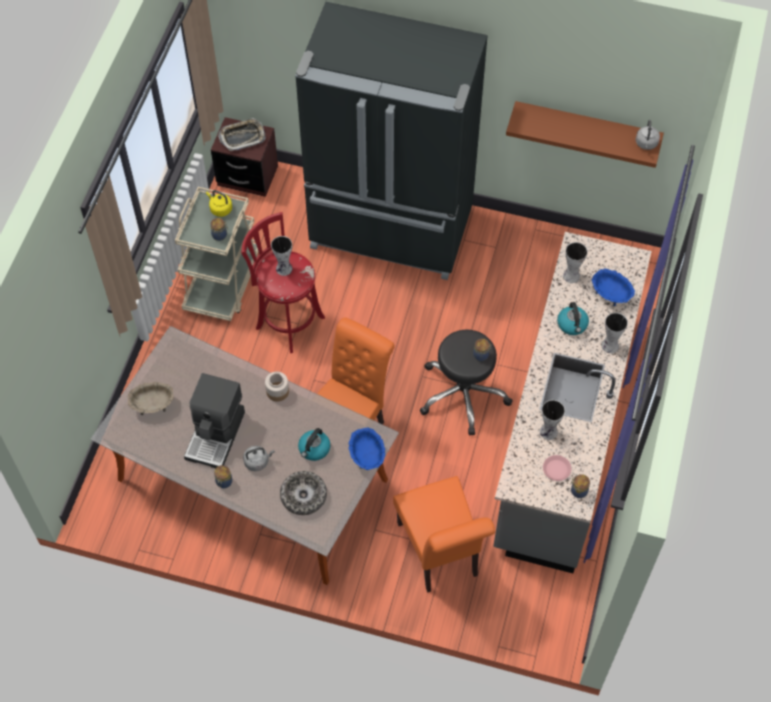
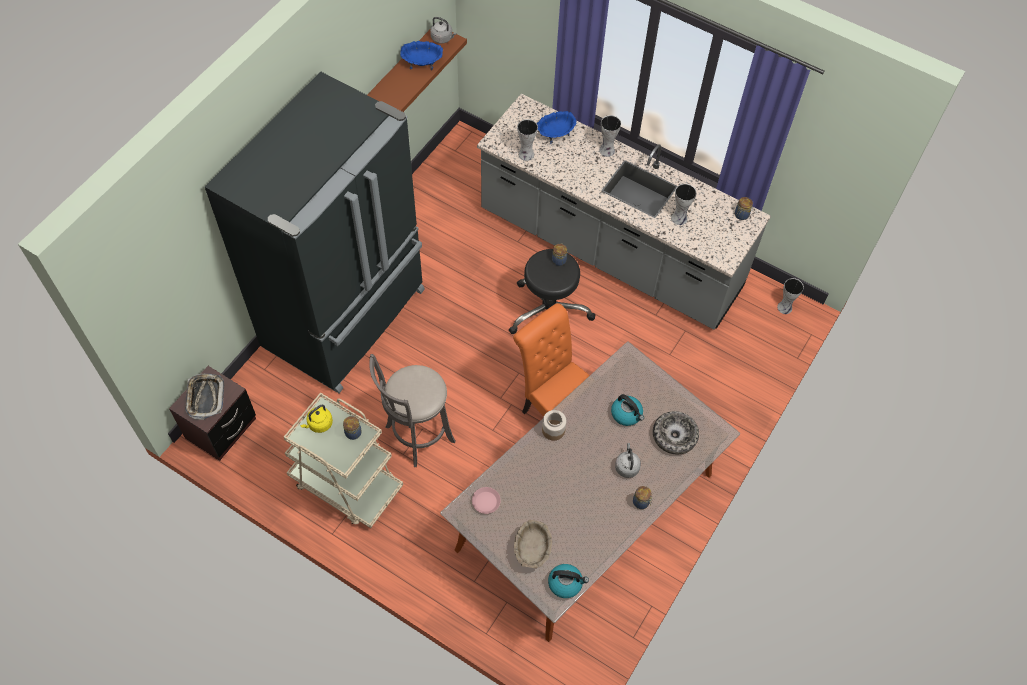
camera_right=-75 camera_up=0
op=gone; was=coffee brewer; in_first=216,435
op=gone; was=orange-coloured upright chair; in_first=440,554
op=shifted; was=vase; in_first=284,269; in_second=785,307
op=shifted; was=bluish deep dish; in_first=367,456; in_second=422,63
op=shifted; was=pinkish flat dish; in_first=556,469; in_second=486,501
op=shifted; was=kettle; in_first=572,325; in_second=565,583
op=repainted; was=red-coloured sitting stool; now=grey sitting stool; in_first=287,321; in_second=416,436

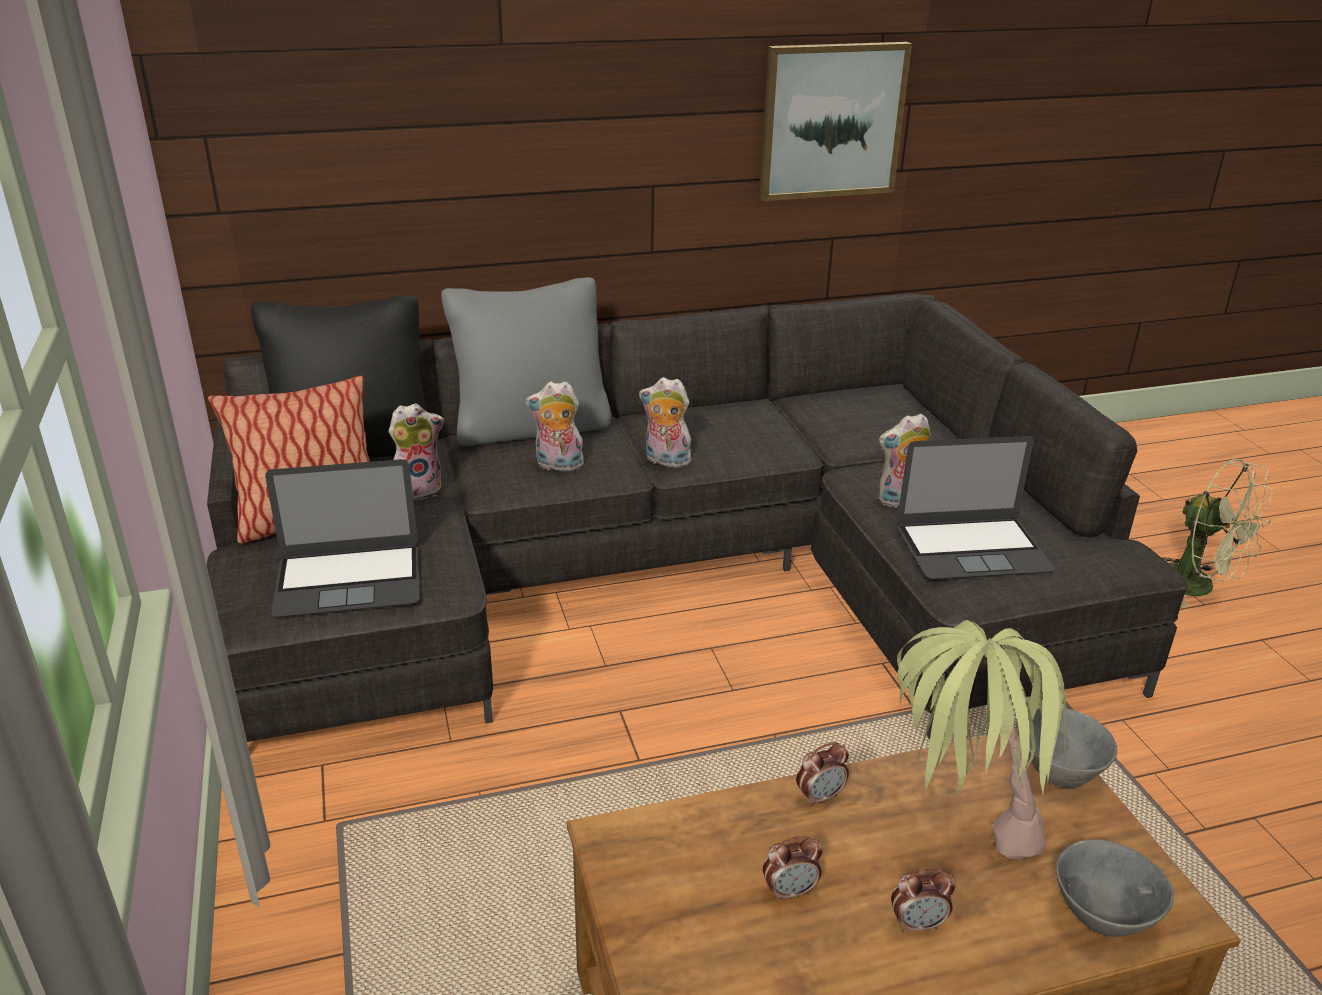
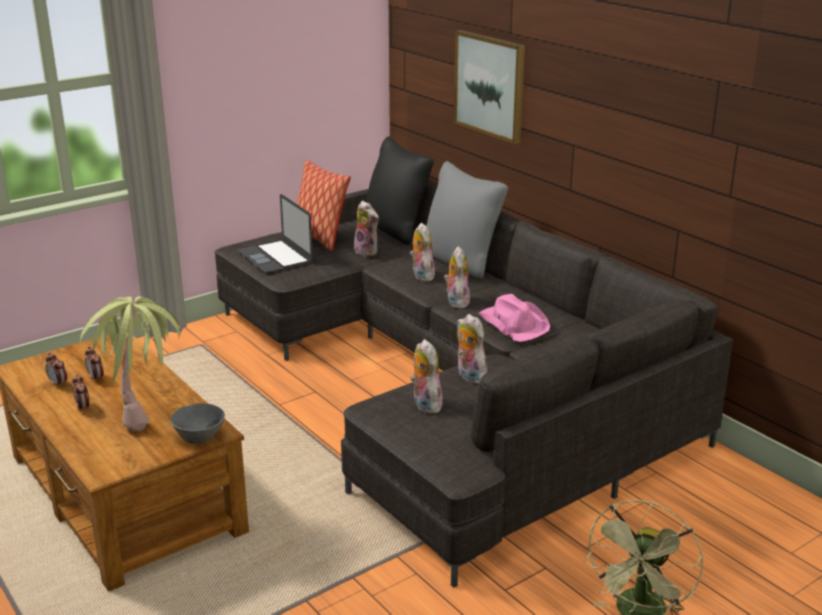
camera_right=70 camera_up=-5
op=gone; was=grey deep dish; in_first=1101,913
op=new; now=pinkish hat; in_second=513,324
op=shifted; was=picture; in_first=831,121; in_second=490,85
op=shifted; was=alarm clock; in_first=820,796; in_second=58,384
op=swapped; was=laptop; now=soft toy; in_first=972,548; in_second=424,404

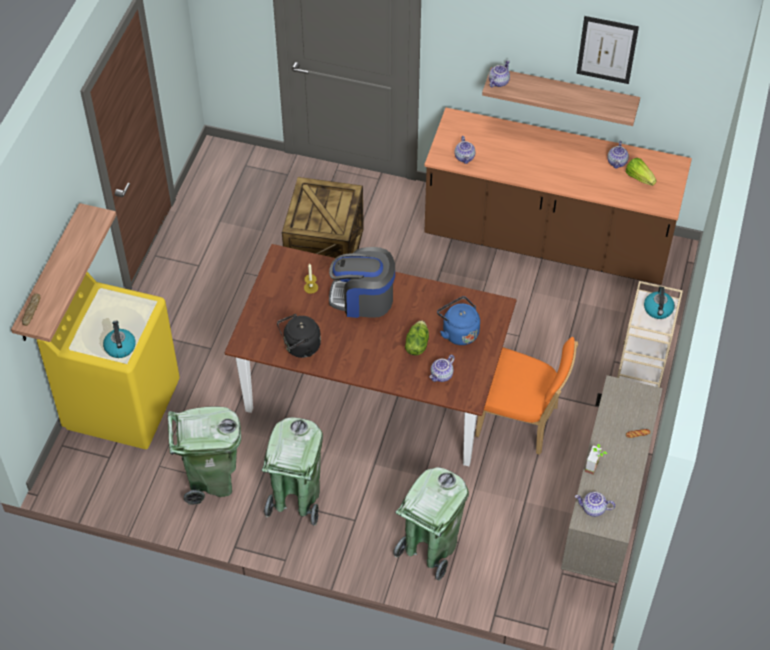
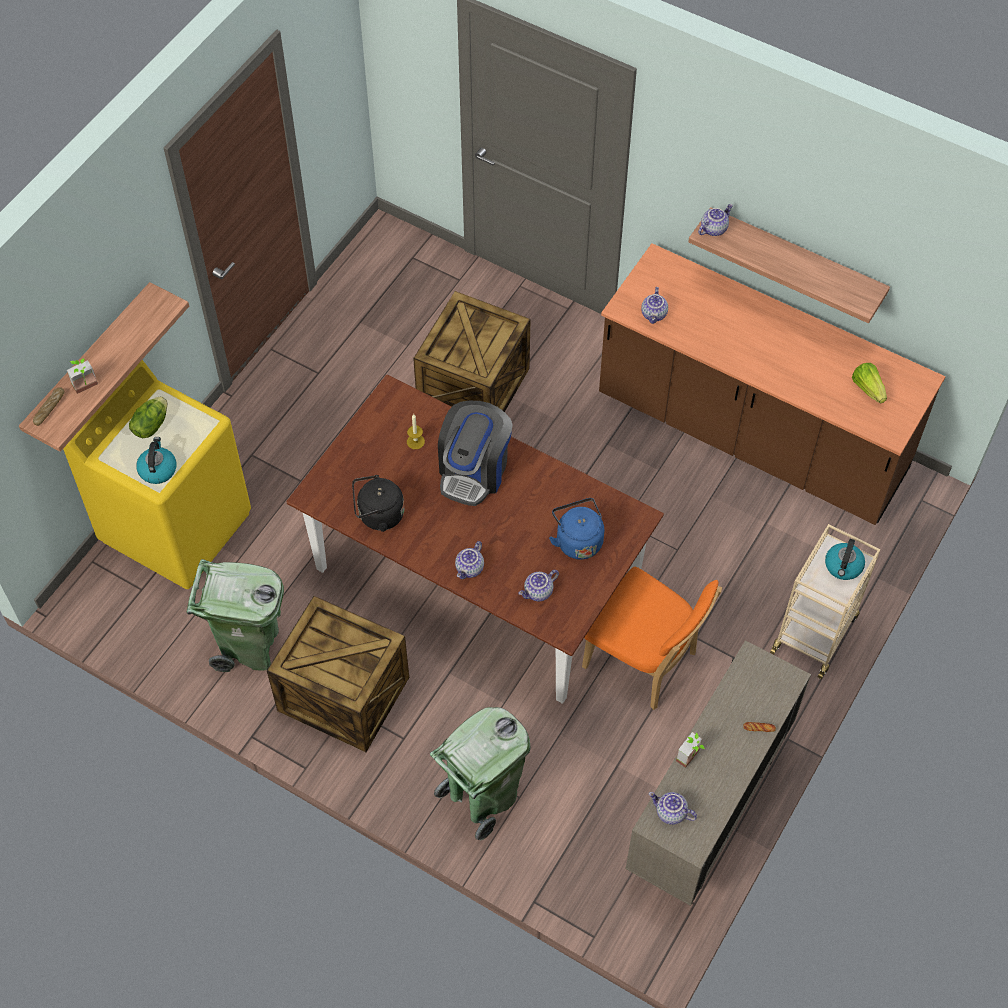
camera_right=15 camera_up=5
op=gone; was=picture; in_first=607,49
op=new; now=potted plant; in_second=87,388
op=shifted; was=lettuce head; in_first=416,345; in_second=151,425
op=shifted; was=tea pot; in_first=617,162; in_second=470,569
op=swapped; was=green trash can; now=packing crate; in_first=296,499; in_second=342,695
op=rotated; was=coffee brewer; in_first=363,299; in_second=474,470; clockwise=-90

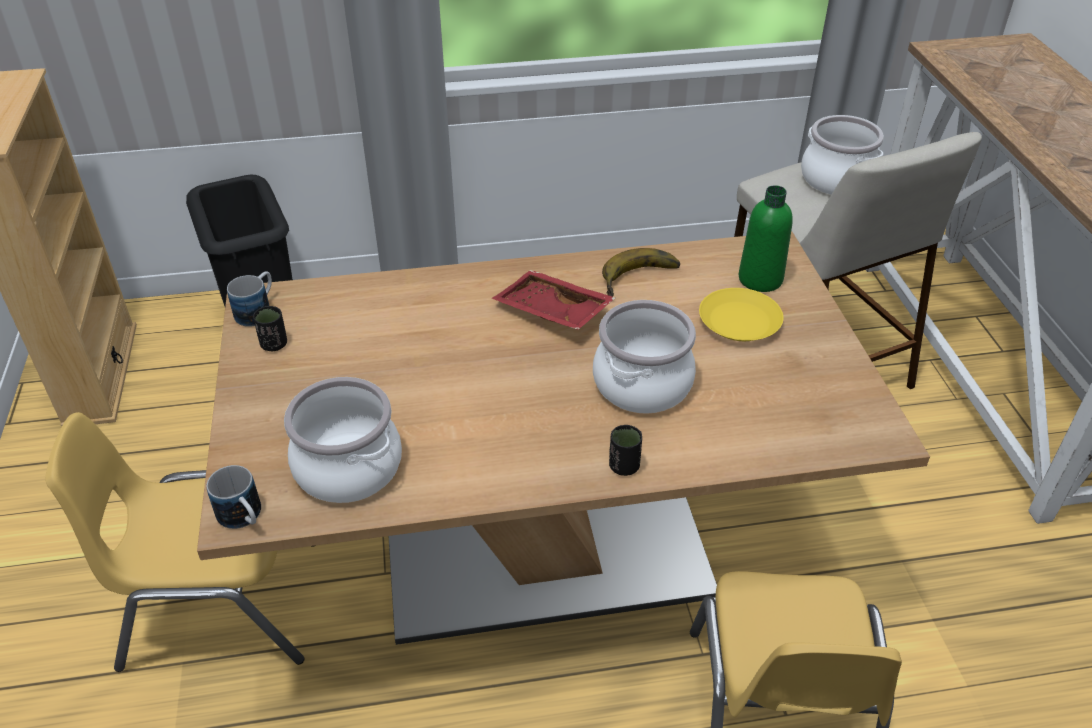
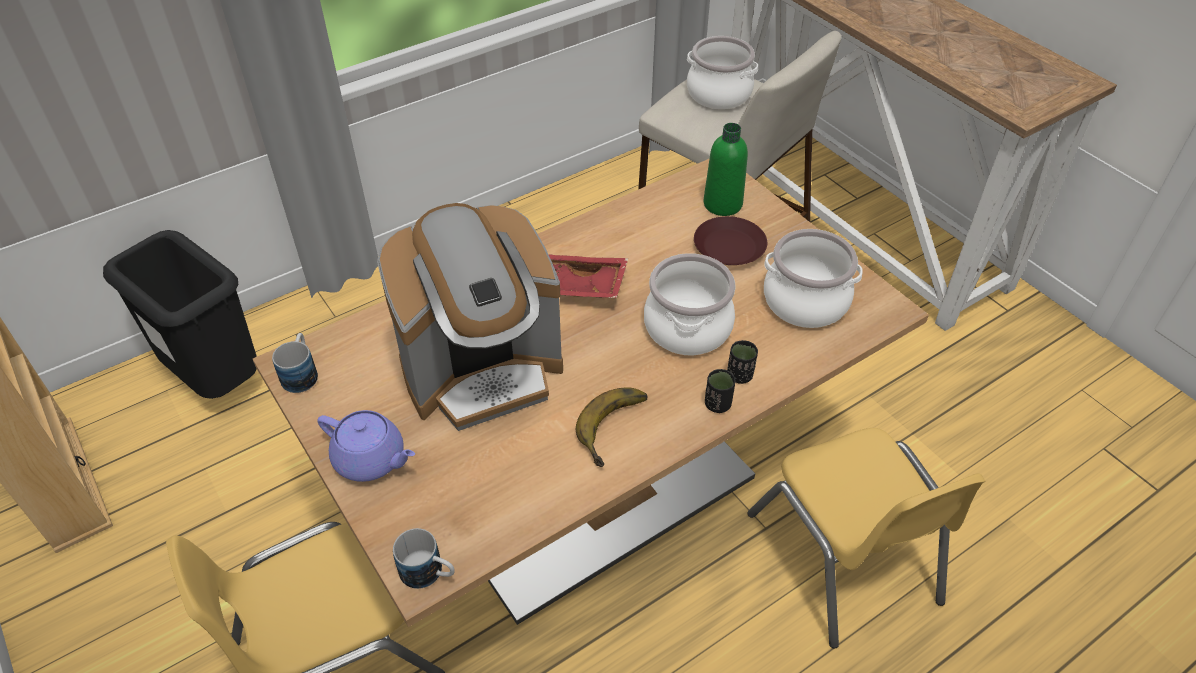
camera_right=-25 camera_up=5
op=new; now=purplish tea pot; in_second=371,459
op=new; now=coffee brewer; in_second=483,372
op=shifted; was=black small cup; in_first=274,344; in_second=740,375
op=shifted; was=cooking pot; in_first=349,467; in_second=805,301
op=shifted; was=banana fruit; in_first=642,280; in_second=618,429
op=repainted; was=yellow flat dish; now=brownish flat dish; in_first=739,322; in_second=729,248

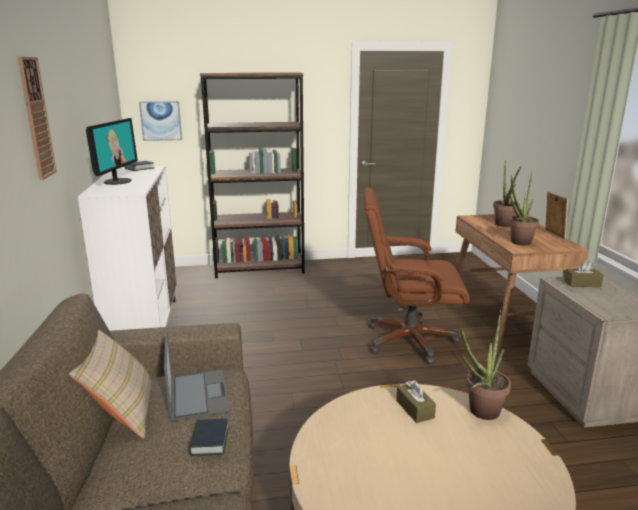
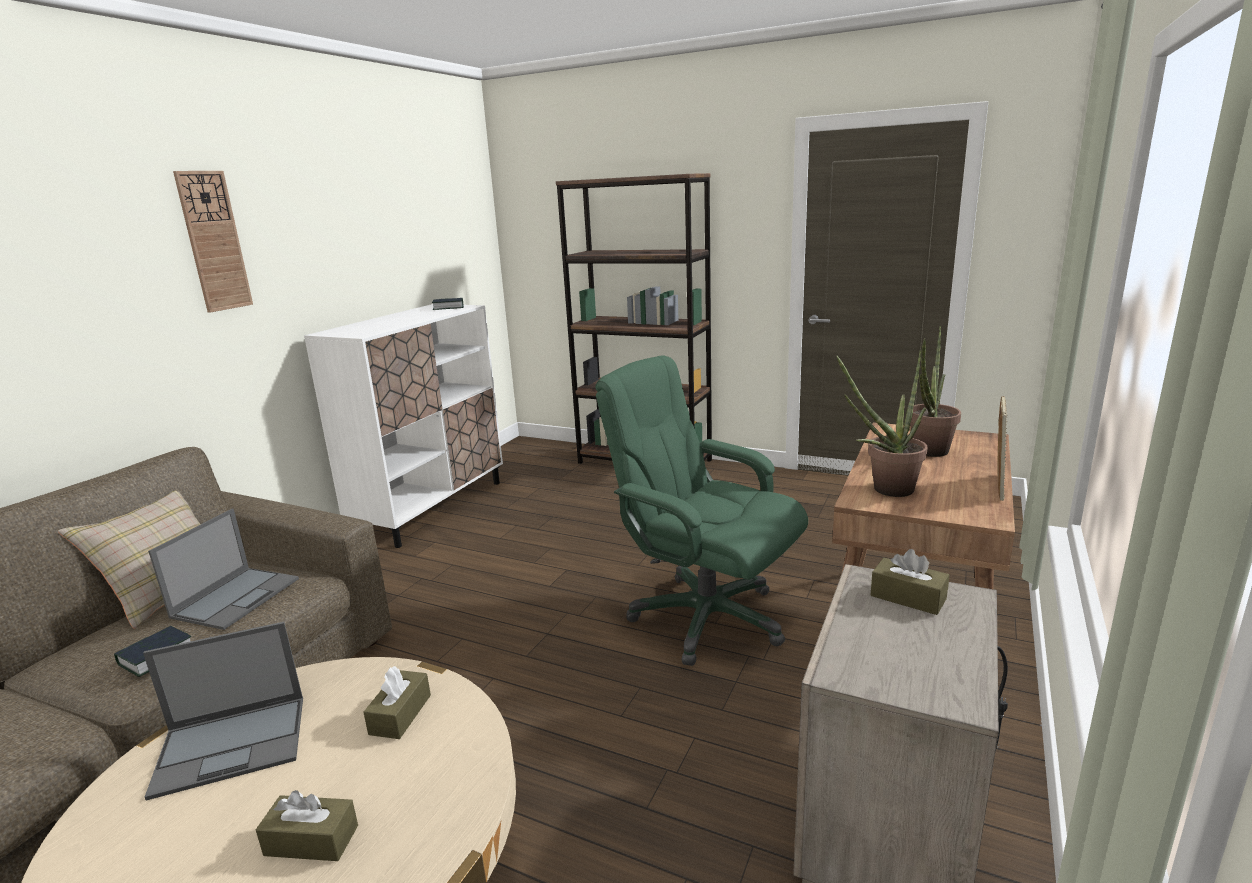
camera_right=35 camera_up=0
op=gone; was=monitor; in_first=117,181
op=gone; was=picture; in_first=161,120
op=gone; was=potted plant; in_first=480,413
op=new; now=laptop; in_second=233,744
op=new; now=brownish tissue box; in_second=311,840
op=repainted; was=brownish office chair; now=green office chair; in_first=409,340; in_second=705,617

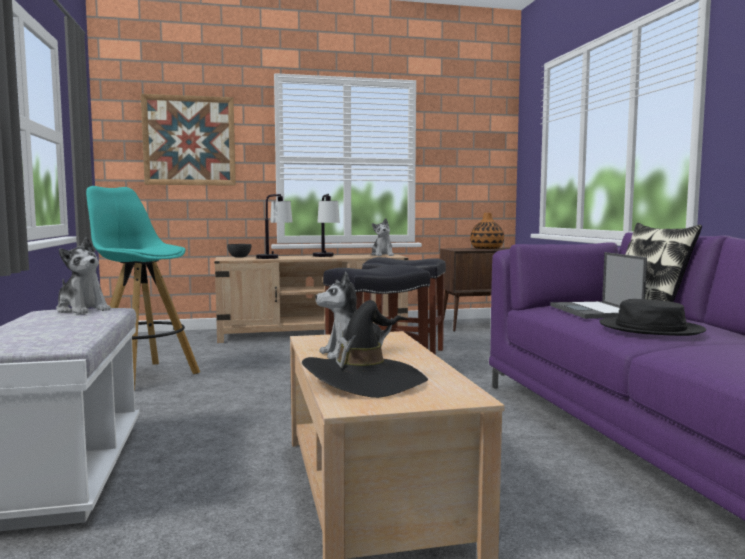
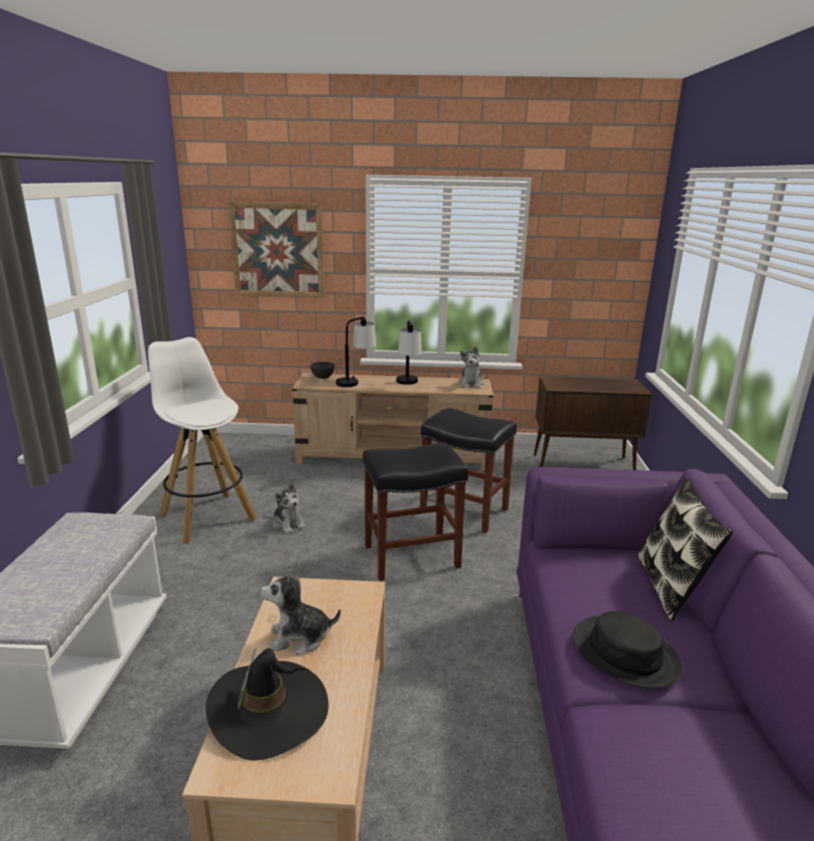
camera_right=15 camera_up=15
op=gone; was=vase; in_first=486,248
op=gone; was=laptop; in_first=595,311
op=shifted; was=soft toy; in_first=82,310; in_second=288,524
op=repainted; was=turquoise sitting stool; now=whitish sitting stool; in_first=143,376; in_second=207,516

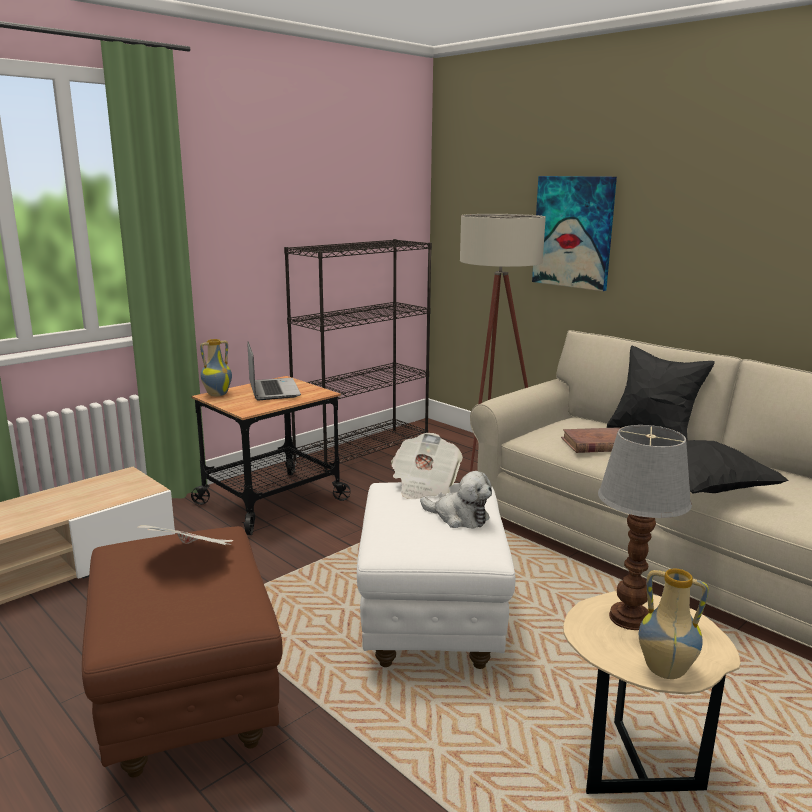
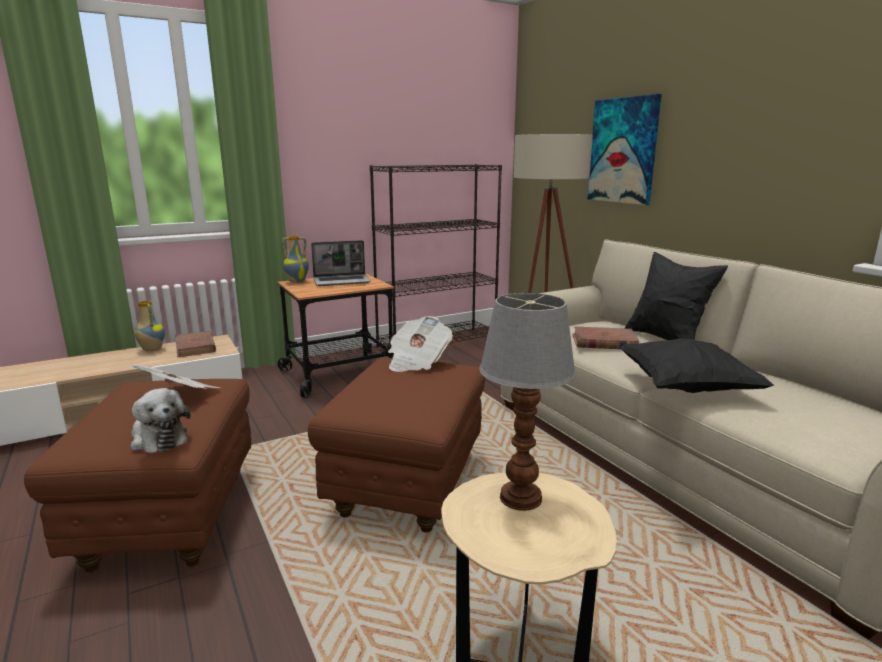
camera_right=15 camera_up=0
op=new; now=brownish book; in_second=195,347
op=shifted; was=soft toy; in_first=459,517; in_second=158,438
op=shifted; was=vase; in_first=664,671; in_second=151,350
op=repainted; was=whitish pouffe; now=brownish pouffe; in_first=430,621; in_second=406,485
op=rotated; was=laptop; in_first=273,390; in_second=342,281; clockwise=75

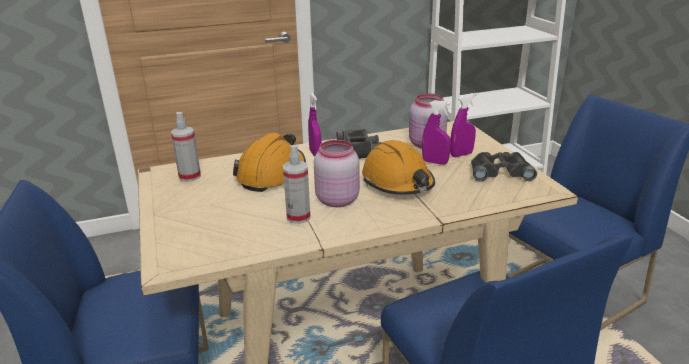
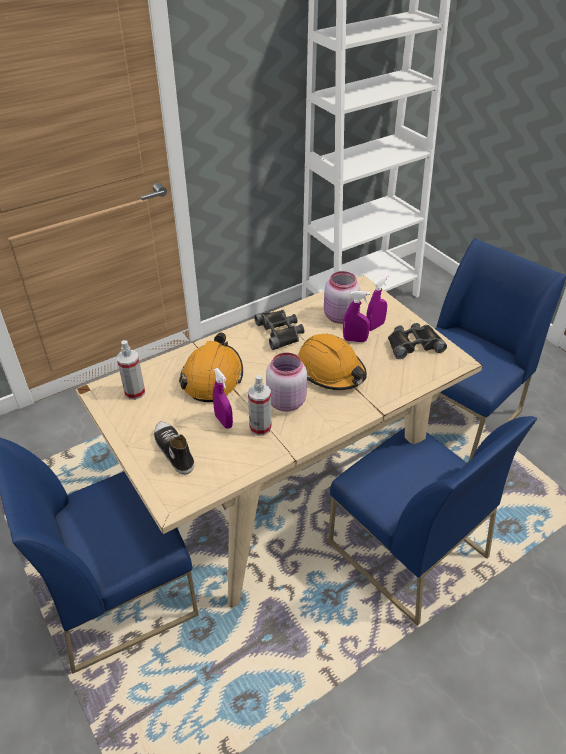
camera_right=-15 camera_up=15
op=new; now=item of footwear; in_second=173,451
op=shifted; was=purplish sprayer; in_first=315,153; in_second=223,421

